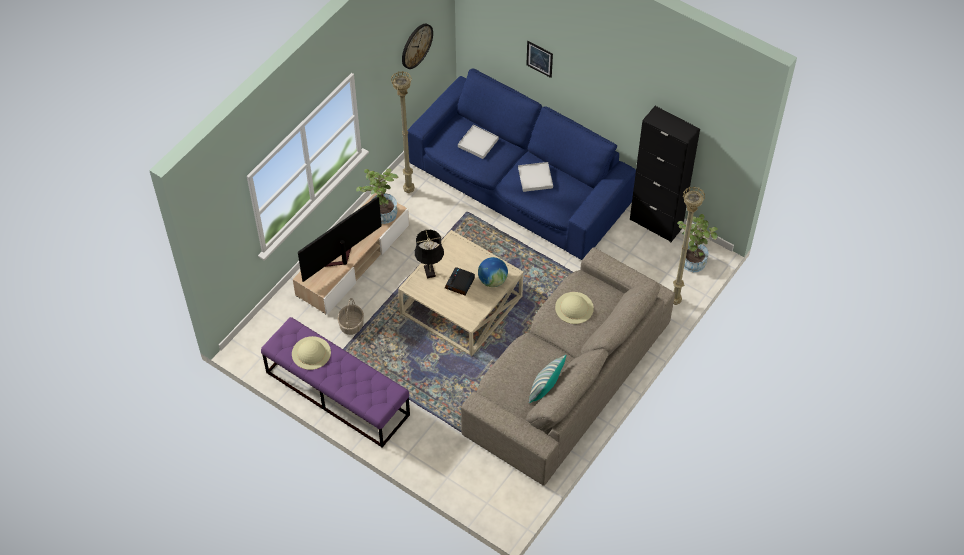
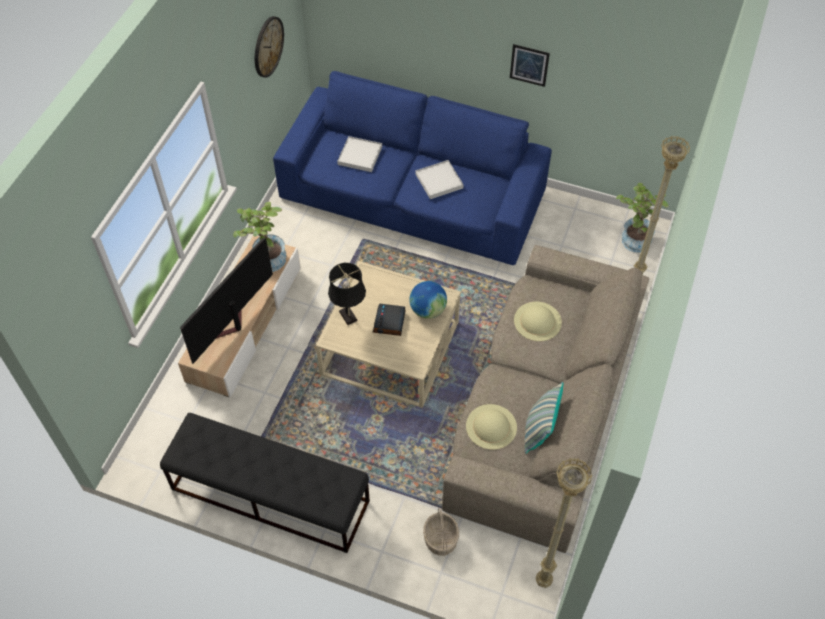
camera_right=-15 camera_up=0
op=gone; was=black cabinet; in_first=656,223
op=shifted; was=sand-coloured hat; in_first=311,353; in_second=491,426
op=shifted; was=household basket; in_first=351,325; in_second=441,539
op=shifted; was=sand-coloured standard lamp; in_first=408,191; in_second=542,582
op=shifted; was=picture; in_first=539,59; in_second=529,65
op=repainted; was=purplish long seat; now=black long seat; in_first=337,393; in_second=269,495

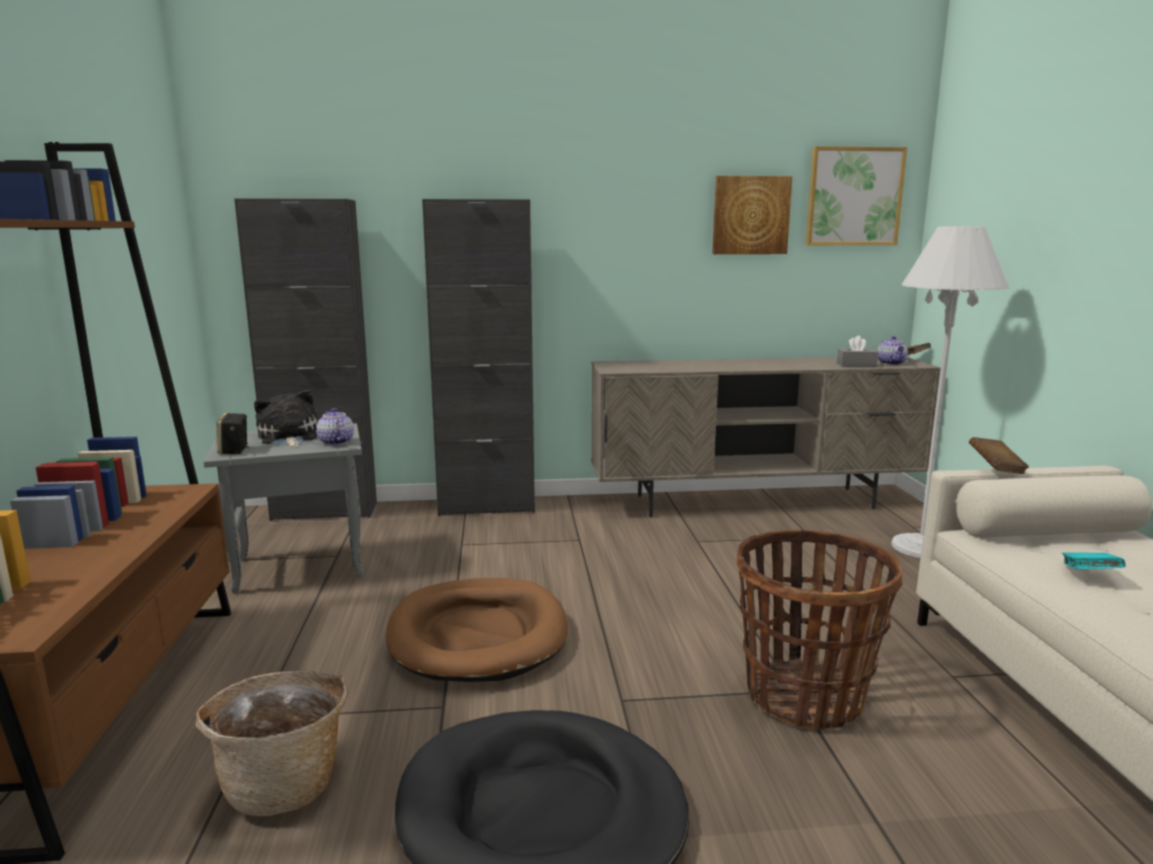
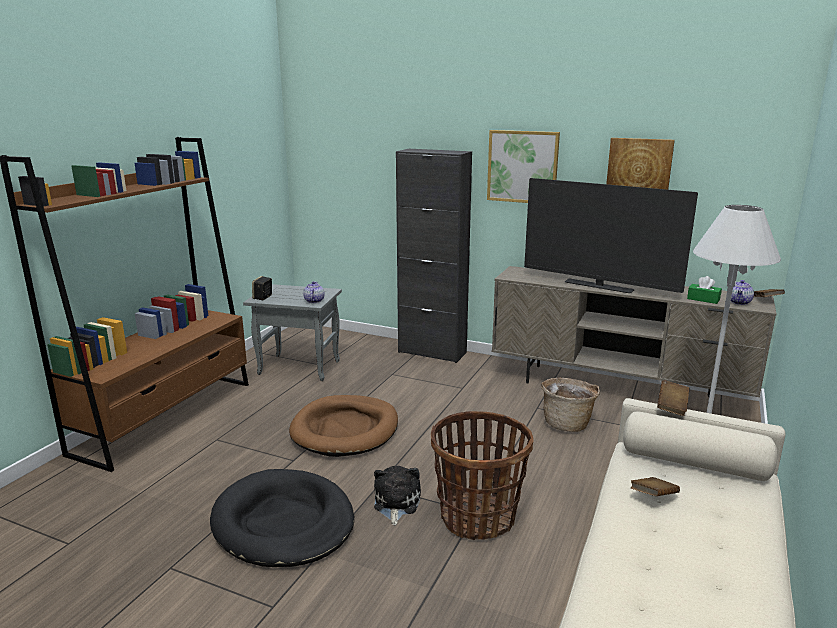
camera_right=30 camera_up=5
op=gone; was=black cabinet; in_first=324,511
op=new; now=TV set; in_second=598,286
op=shifted; was=household basket; in_first=285,783; in_second=567,423
op=shifted; was=soft toy; in_first=288,438; in_second=396,503
op=shifted; was=picture; in_first=854,197; in_second=522,166
op=repainted; was=grey tissue box; now=green tissue box; in_first=856,365; in_second=703,299
op=repainted; was=turquoise book; now=brownish book; in_first=1089,575; in_second=653,497

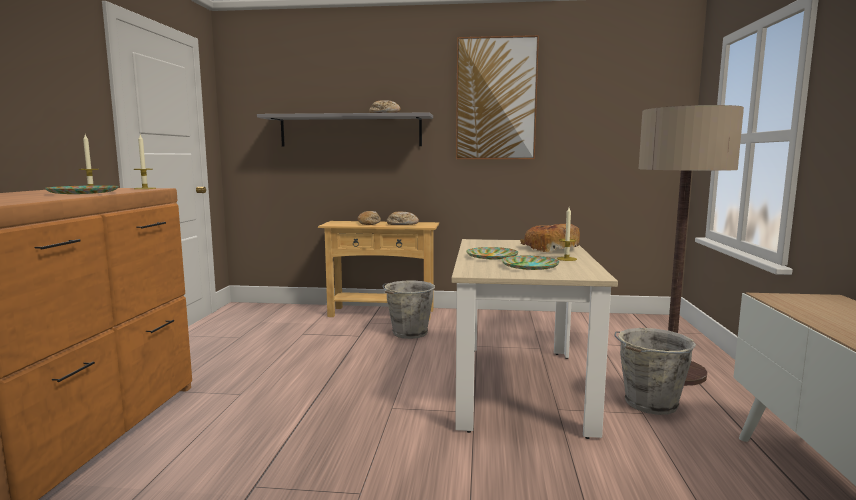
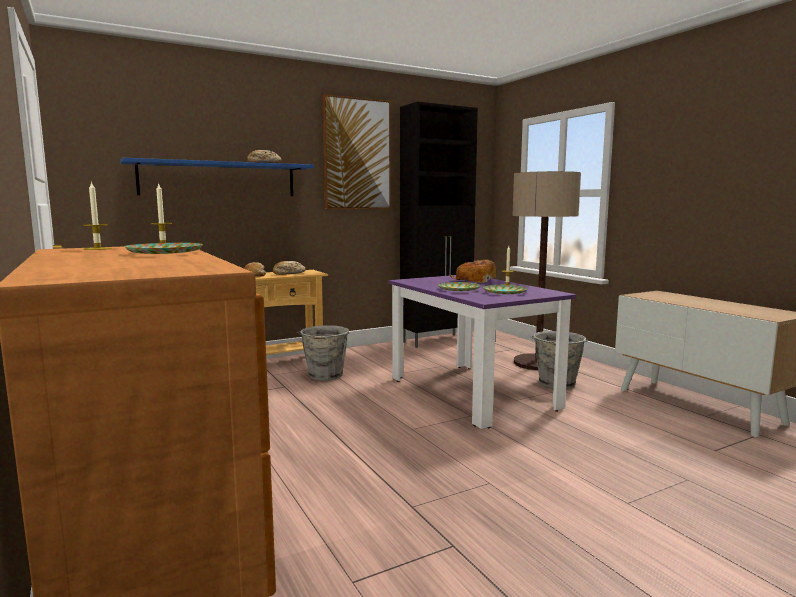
camera_right=-35 camera_up=0
op=new; now=black cabinet; in_second=437,341
op=repainted; was=grey bracket shelf; now=bluish bracket shelf; in_first=350,131; in_second=219,179
op=repainted; was=sand-coloured dinner table; now=purplish dinner table; in_first=520,386; in_second=471,393

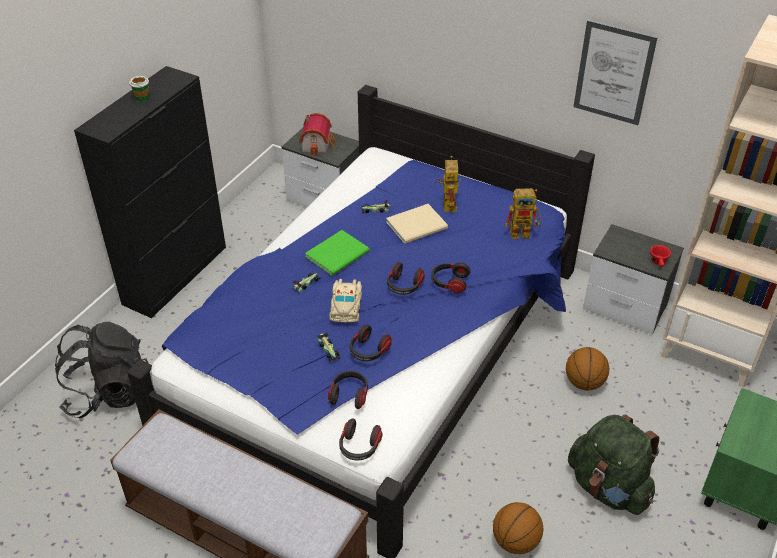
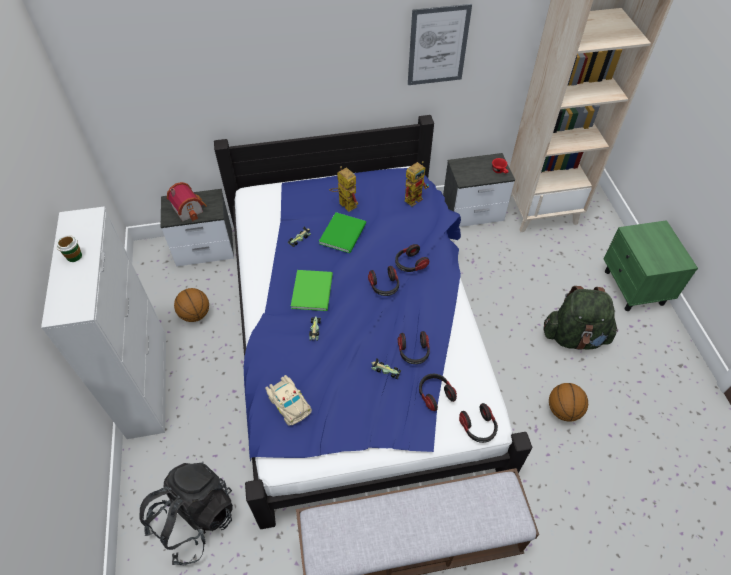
camera_right=-40 camera_up=10
op=shifted; was=sand-coloured miniature car; in_first=346,306; in_second=289,402
op=shifted; was=basketball ball; in_first=584,382; in_second=195,314
op=repainted; was=black cabinet; now=whitish cabinet; in_first=176,274; in_second=147,383
op=repainted; was=sand-coloured book; now=green book; in_first=418,225; in_second=344,233

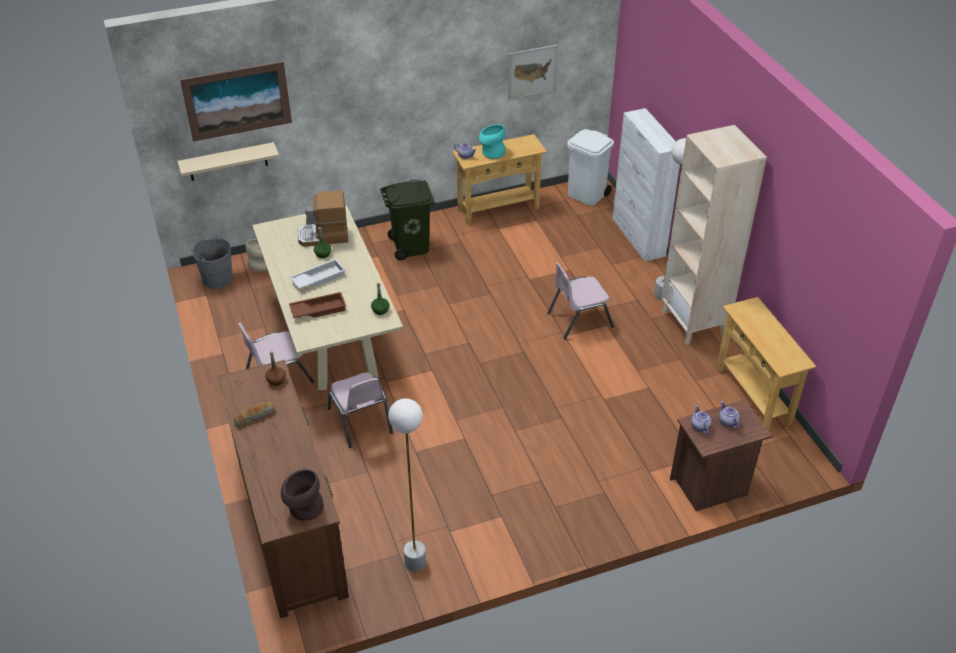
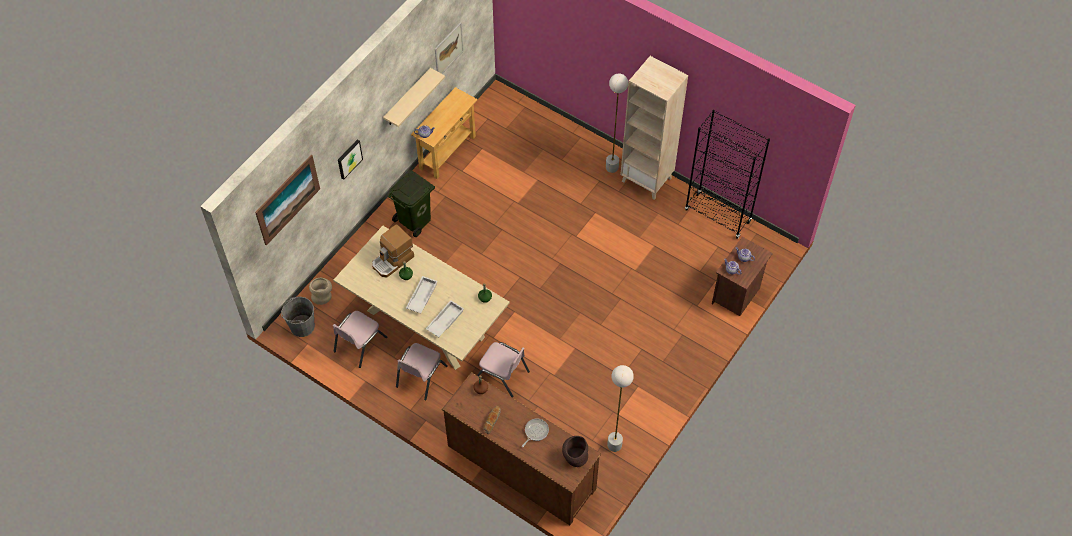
camera_right=-35 camera_up=15
op=gone; was=turquoise vase; in_first=491,152
op=gone; was=whitish trash can; in_first=587,195
op=gone; was=whitish cabinet; in_first=638,237
op=new; now=picture; in_second=349,158
op=new; now=frying pan; in_second=535,432
op=shifted; was=sand-coloured bracket shelf; in_first=228,162; in_second=407,98
op=shifted; was=pinkish upright chair; in_first=579,319; in_second=359,344
op=swapped; was=sand-coloured narrow table; now=black bookcase; in_first=753,395; in_second=717,216
op=repainted; was=brownish serving tray; now=whitish serving tray; in_first=318,309; in_second=444,320

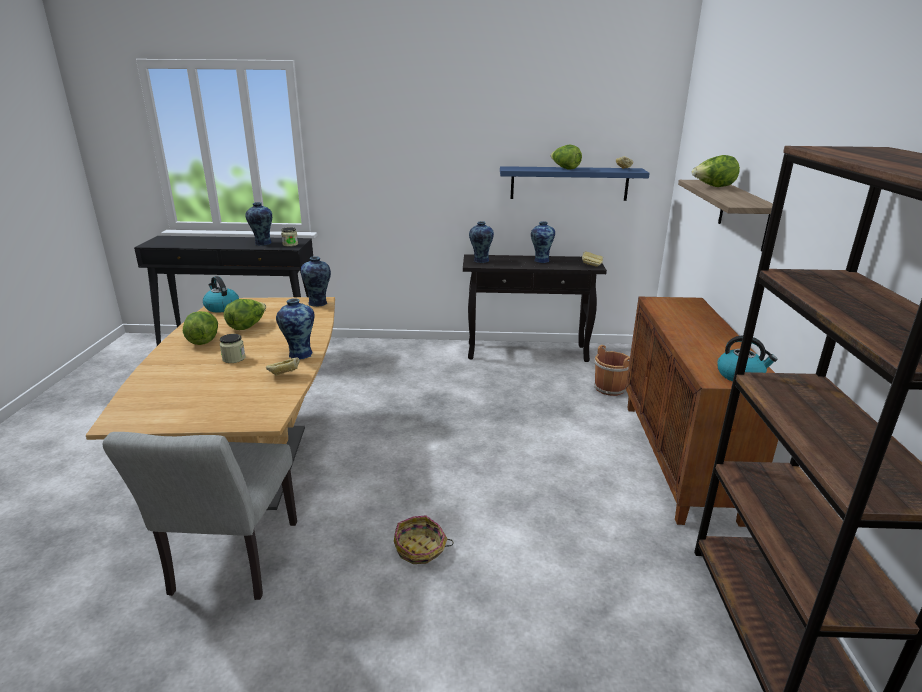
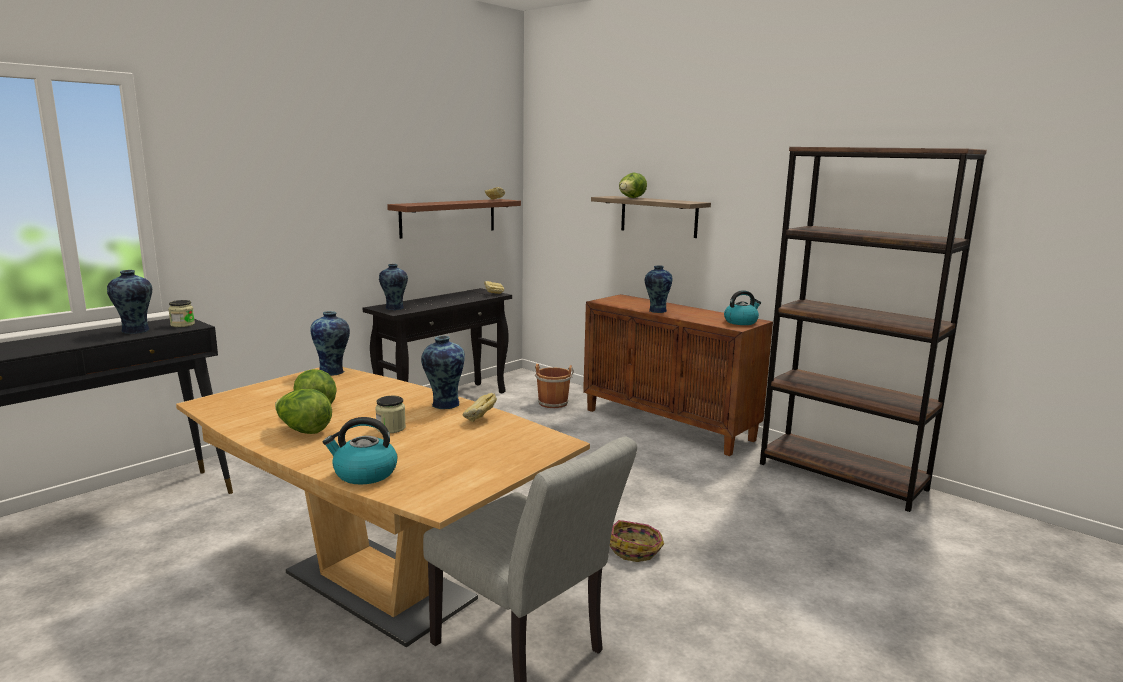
camera_right=-50 camera_up=-10
op=gone; was=lettuce head; in_first=564,168
op=shifted; was=kettle; in_first=221,307; in_second=364,474
op=shifted; was=vase; in_first=541,260; in_second=656,311
op=repainted; was=bluish bracket shelf; now=brownish bracket shelf; in_first=569,183; in_second=448,217

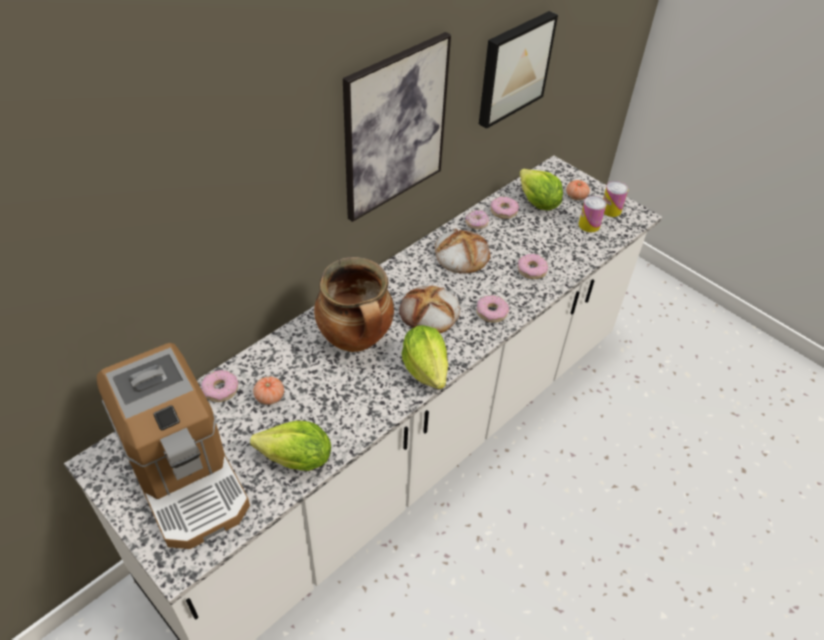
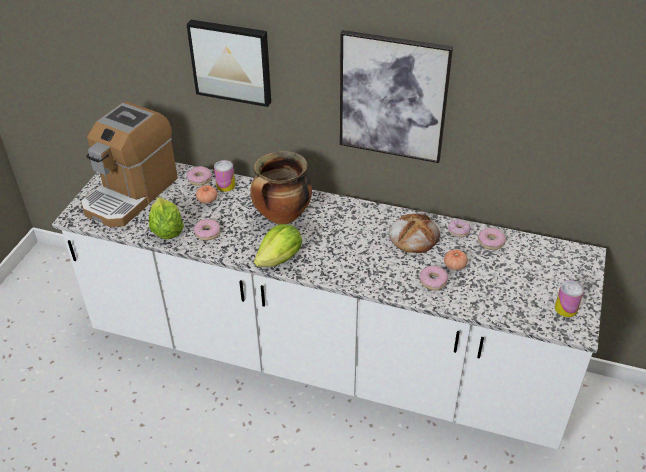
camera_right=65 camera_up=-5
op=gone; was=bakery bread; in_first=429,313
op=gone; was=lettuce head; in_first=537,203
op=shifted; was=doughnut; in_first=491,312; in_second=207,233
op=shifted; was=picture; in_first=513,68; in_second=231,61
op=shifted; was=whole tomato; in_first=576,196; in_second=454,265
op=shifted; was=metal can; in_first=589,225; in_second=225,185

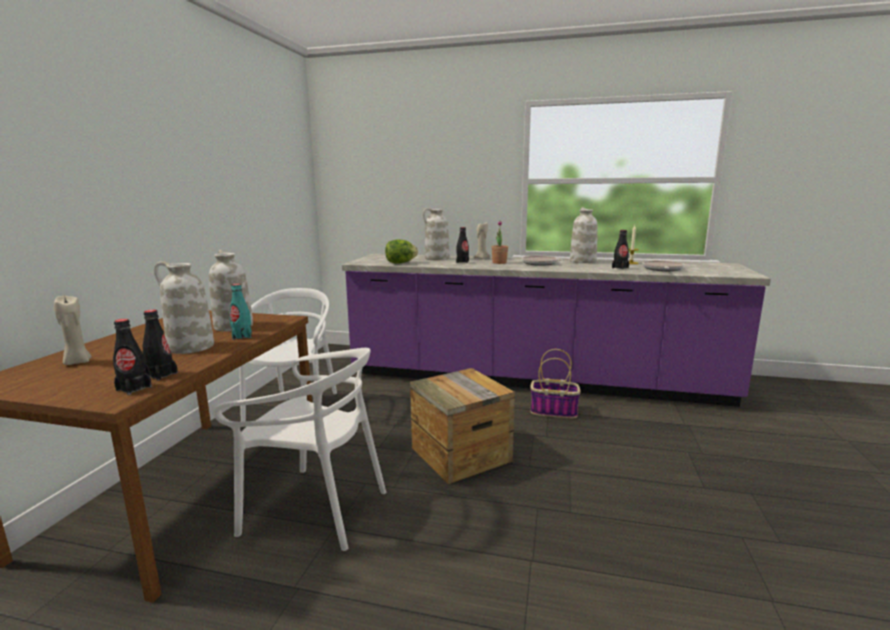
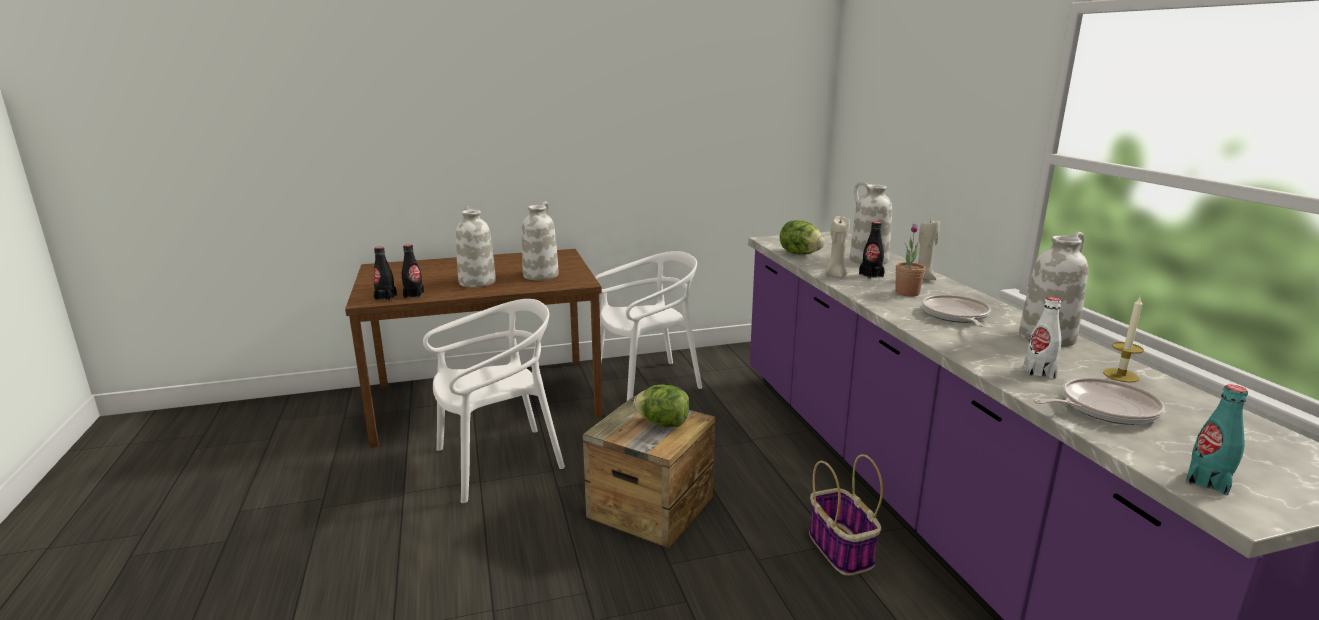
camera_right=60 camera_up=5
op=new; now=lettuce head; in_second=663,424
op=shifted; was=sand-coloured wax light; in_first=77,362; in_second=835,275
op=shifted; was=turquoise drink bottle; in_first=242,336; in_second=1207,482
op=repainted; was=black drink bottle; now=whitish drink bottle; in_first=620,268; in_second=1039,372
op=rotated; was=whitish upright chair; in_first=315,509; in_second=498,462; clockwise=-105

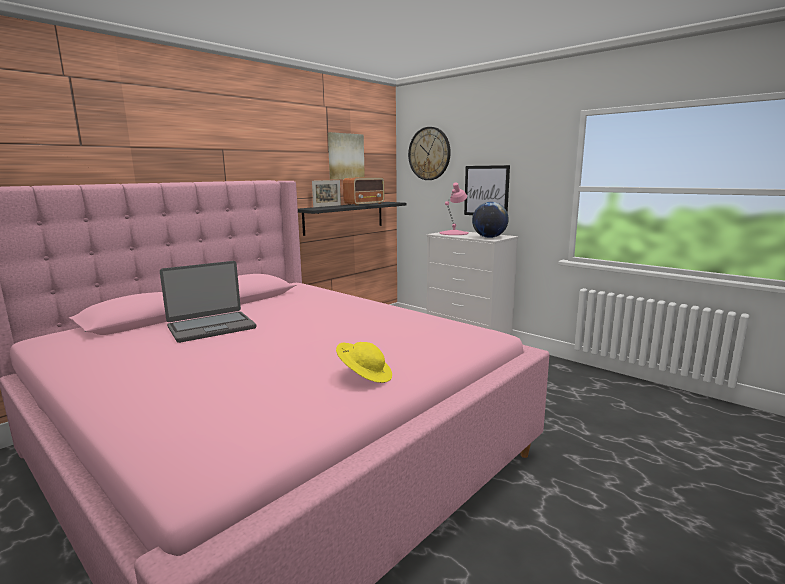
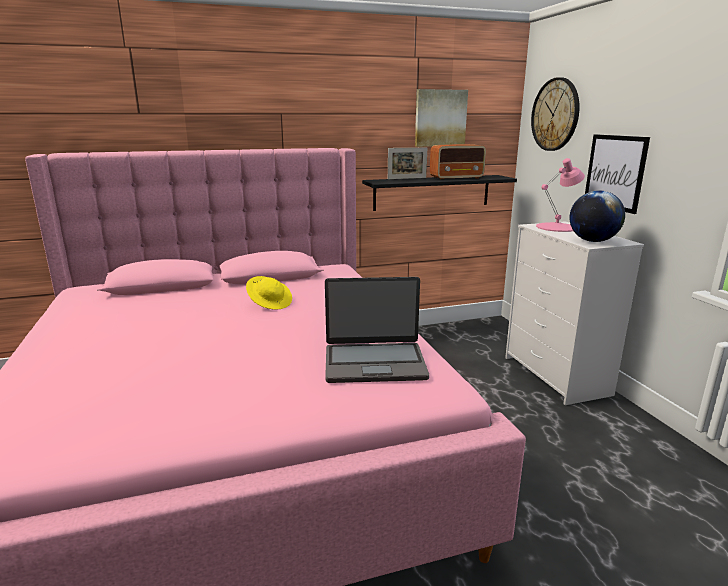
camera_right=30 camera_up=5
op=shifted; was=laptop; in_first=211,327; in_second=374,363
op=shifted; was=yellow hat; in_first=365,376; in_second=270,303

